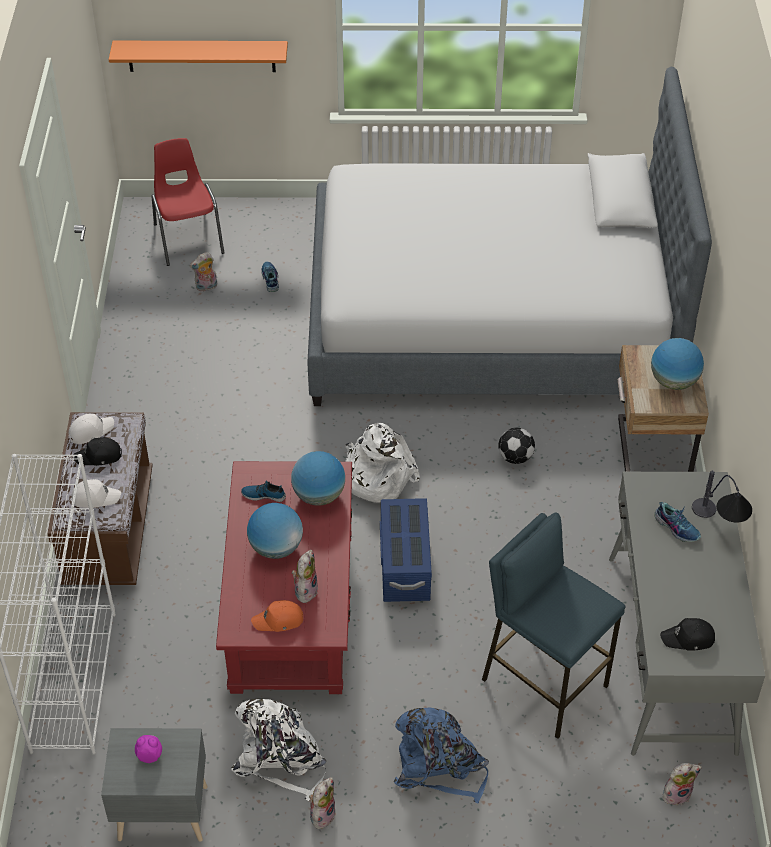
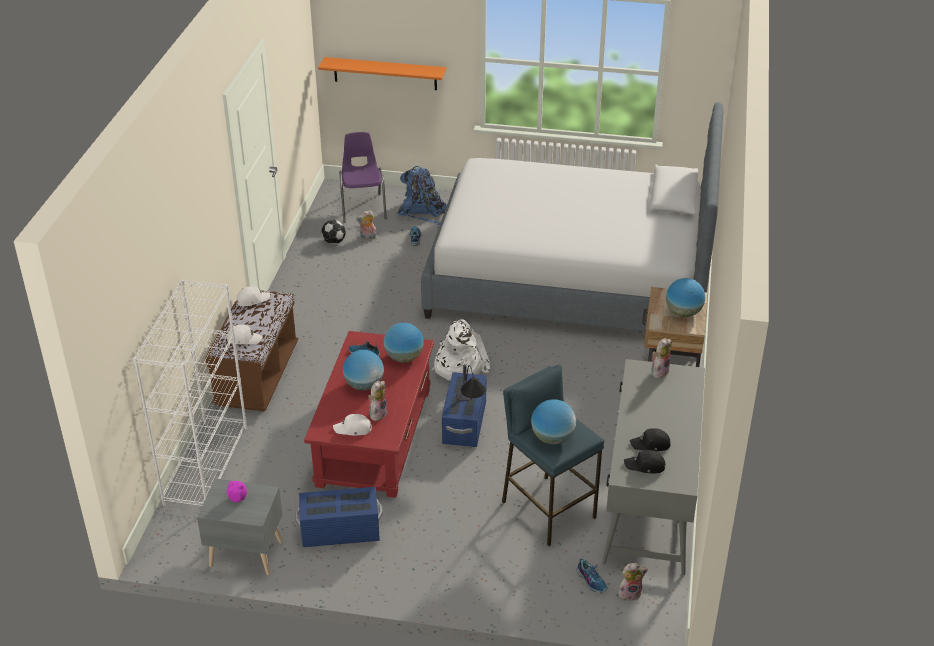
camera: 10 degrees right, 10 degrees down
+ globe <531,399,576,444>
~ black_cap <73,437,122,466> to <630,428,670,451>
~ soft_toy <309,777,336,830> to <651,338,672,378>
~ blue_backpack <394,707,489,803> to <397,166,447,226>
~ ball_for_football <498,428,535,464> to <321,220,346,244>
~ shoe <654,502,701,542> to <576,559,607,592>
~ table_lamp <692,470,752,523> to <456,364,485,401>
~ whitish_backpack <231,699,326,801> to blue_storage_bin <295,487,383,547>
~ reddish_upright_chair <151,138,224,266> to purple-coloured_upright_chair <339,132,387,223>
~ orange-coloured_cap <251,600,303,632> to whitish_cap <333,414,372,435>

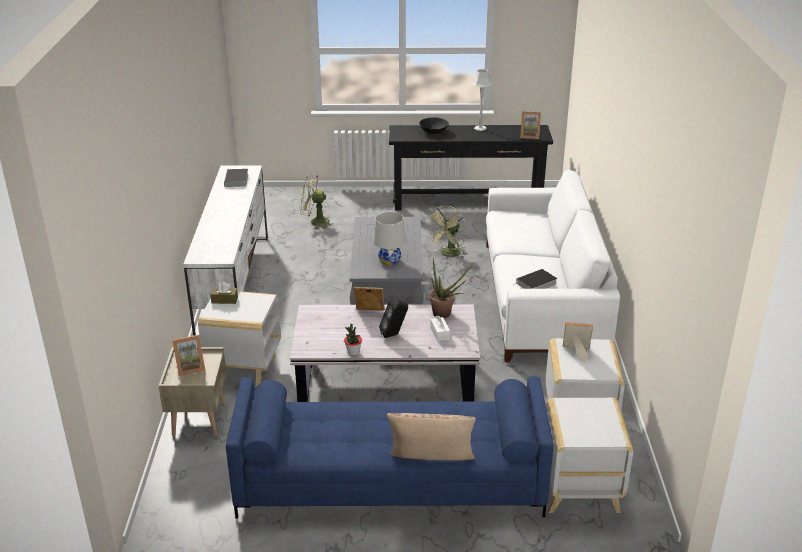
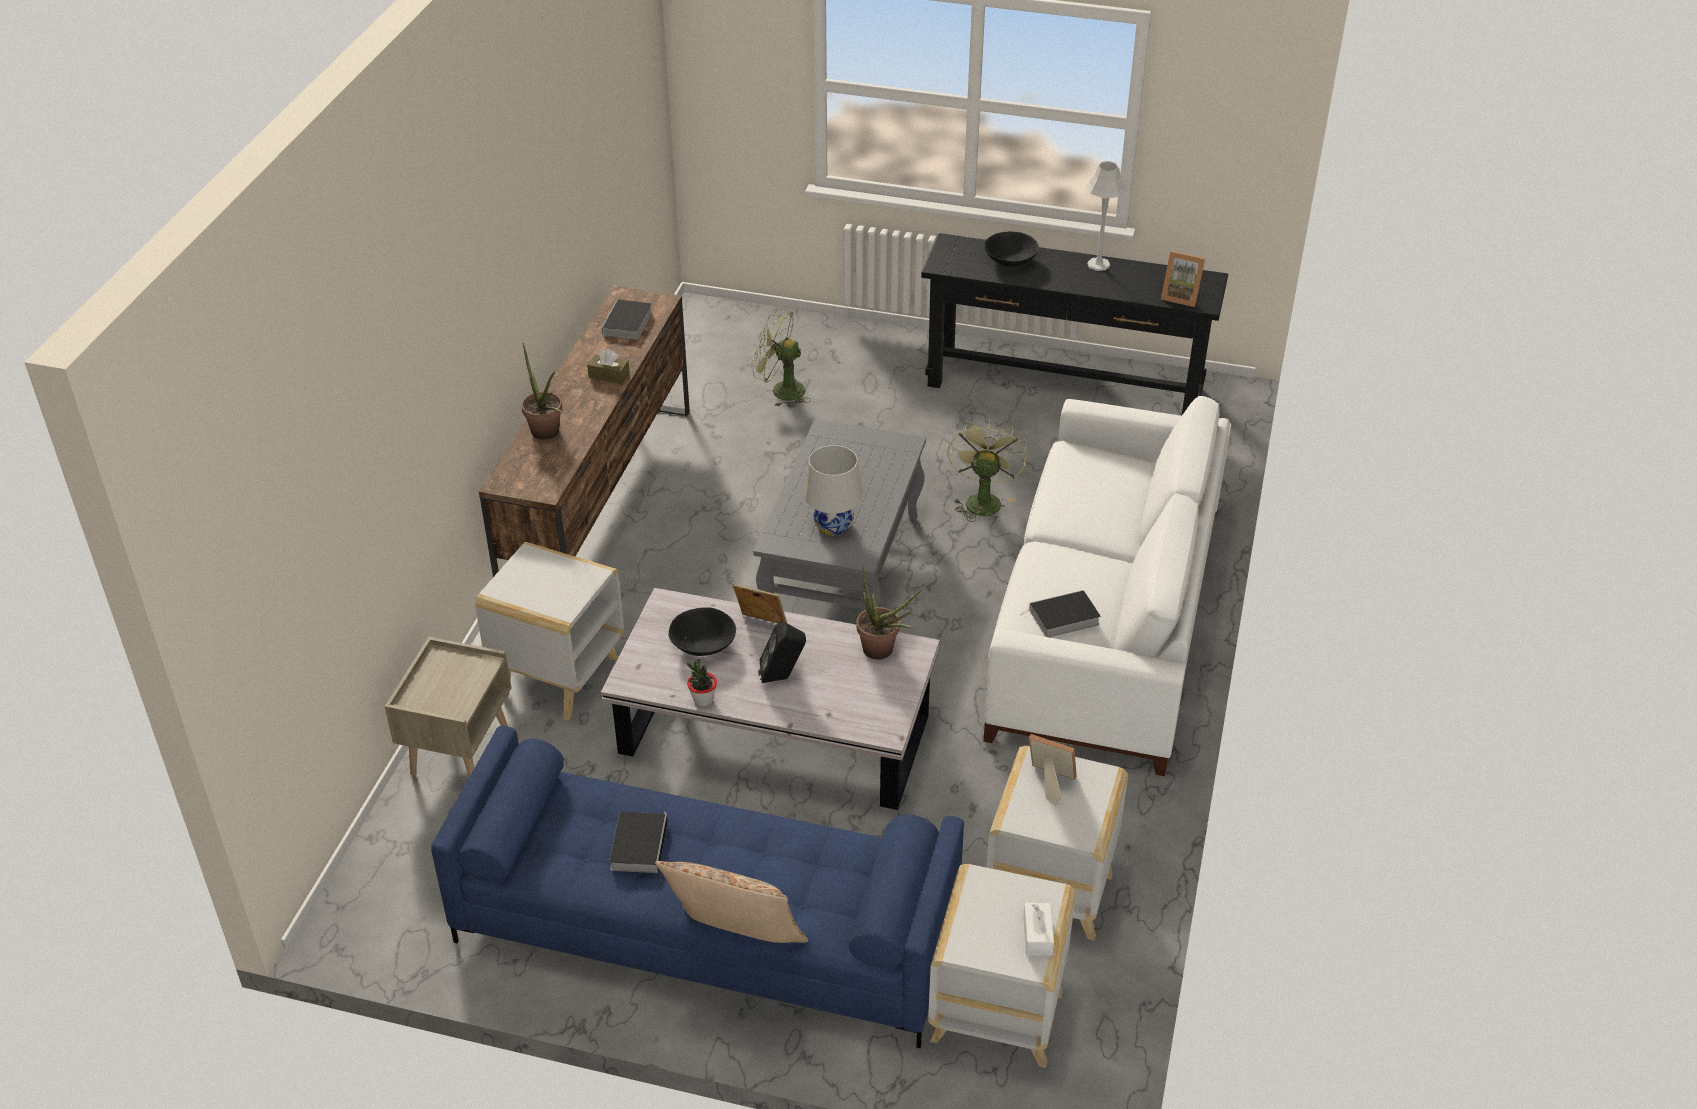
camera: 15 degrees right, 10 degrees up
- standing_frame <172,335,205,376>
+ plant_in_a_pot <521,342,562,440>
+ book <609,811,668,873>
+ black_bowl <668,607,736,656>
~ brown-coloured_tissue_box <210,282,238,304> to <587,349,630,384>
~ whitish_tissue_box <430,316,450,341> to <1023,903,1054,956>
~ whitish_tv_unit <183,165,268,336> to brown-coloured_tv_unit <479,286,690,577>
~ green-coloured_cooling_fan <426,206,467,258> = <947,419,1027,522> 135 degrees clockwise

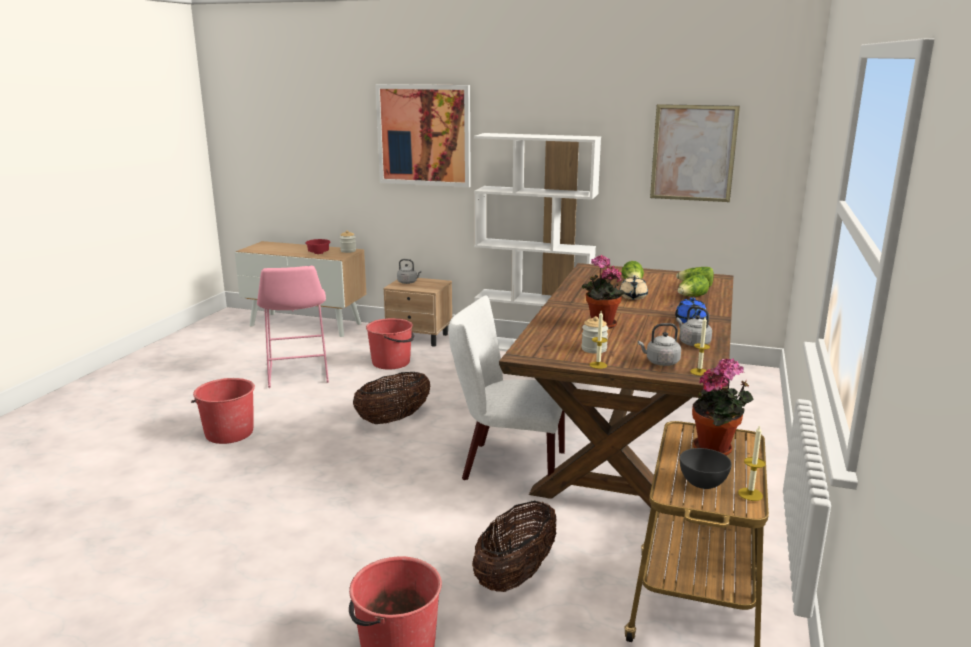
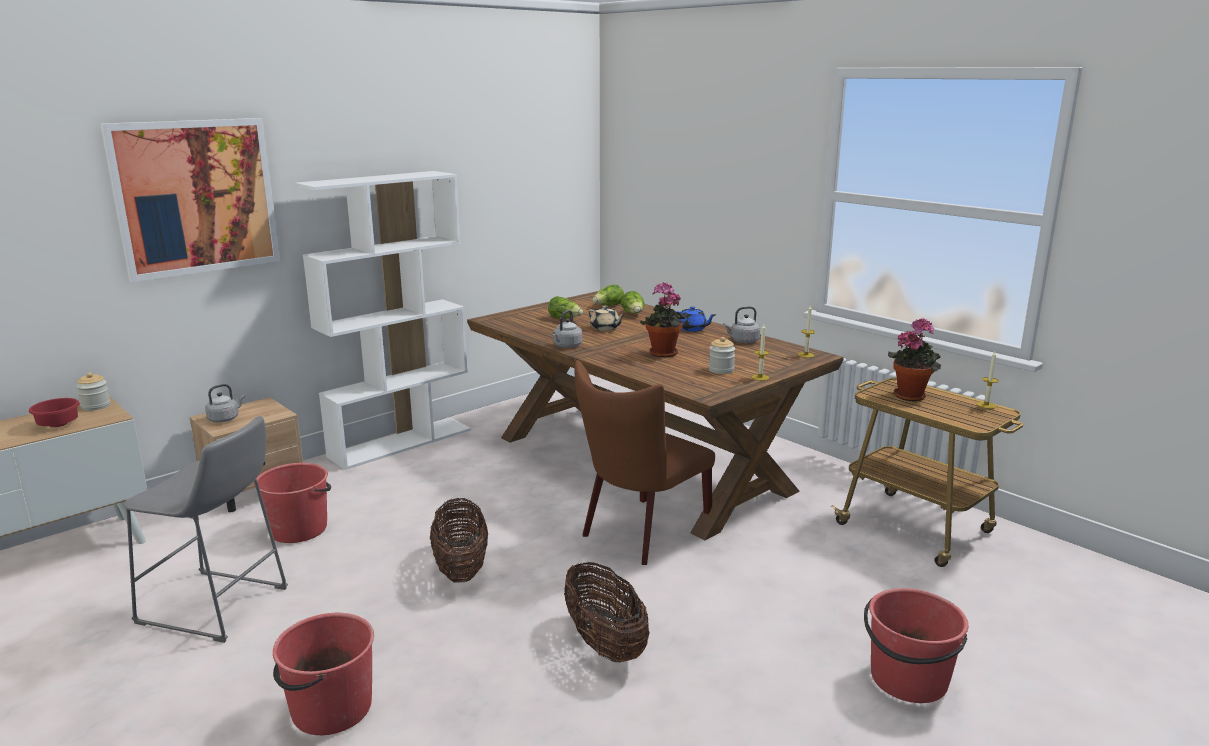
camera: 60 degrees left, 0 degrees up
- wall_picture <650,104,740,202>
- greyish_bowl <680,448,732,489>
~ storage_basket <472,501,556,592> to <564,561,650,662>
~ greyish_kettle <638,323,681,366> to <553,310,582,348>
~ pink-coloured_stool_seat <257,266,329,388> to greyish_stool_seat <123,416,288,643>
~ whitish_upright_chair <449,295,565,480> to brown-coloured_upright_chair <574,360,715,565>

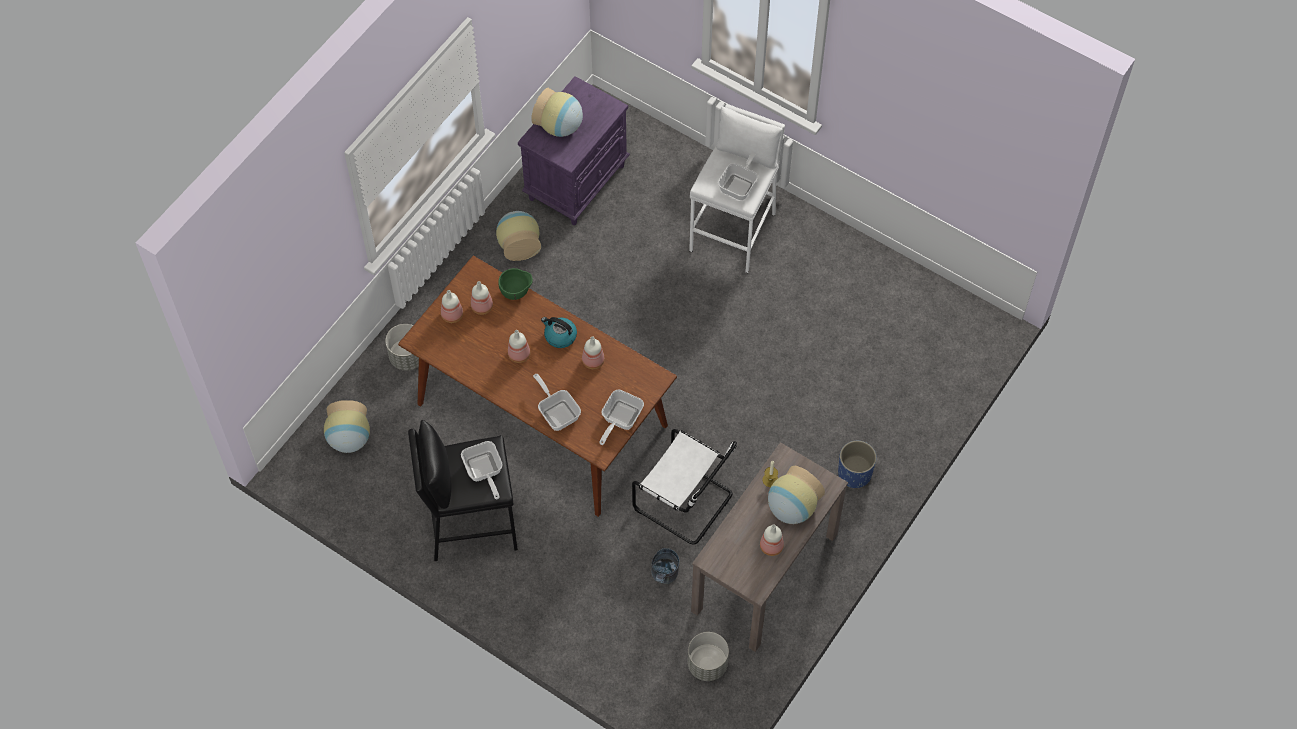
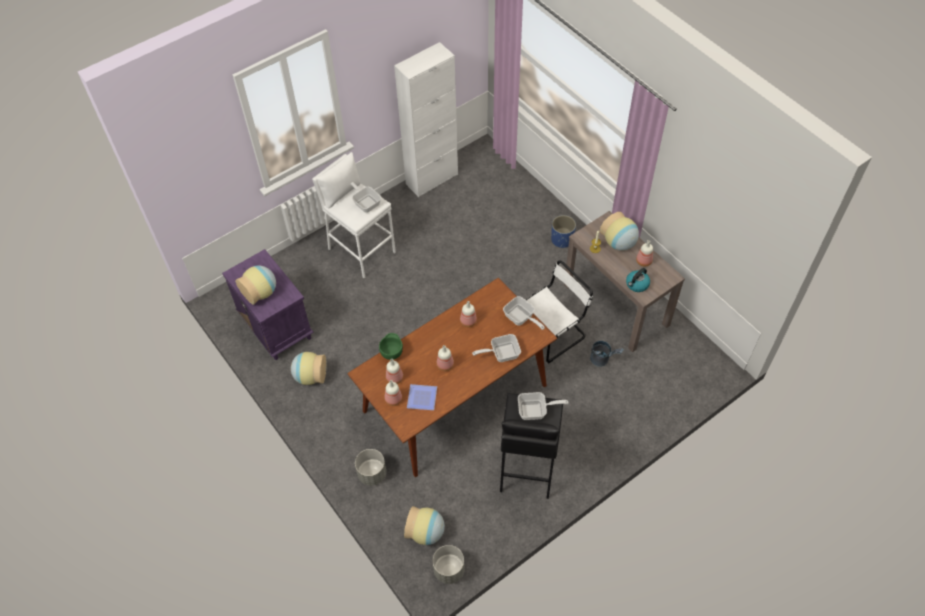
camera: 70 degrees left, 5 degrees down
+ whitish_cabinet <394,42,458,197>
+ plate <407,384,437,410>
~ kettle <541,317,577,348> to <626,268,650,292>
~ greyish_planter <688,632,729,681> to <433,545,465,584>

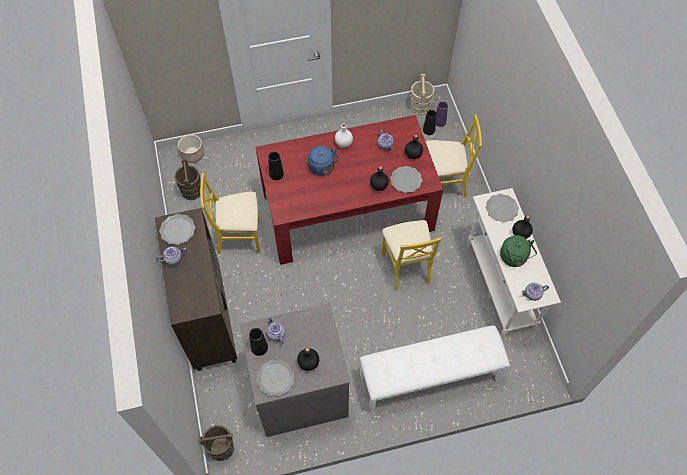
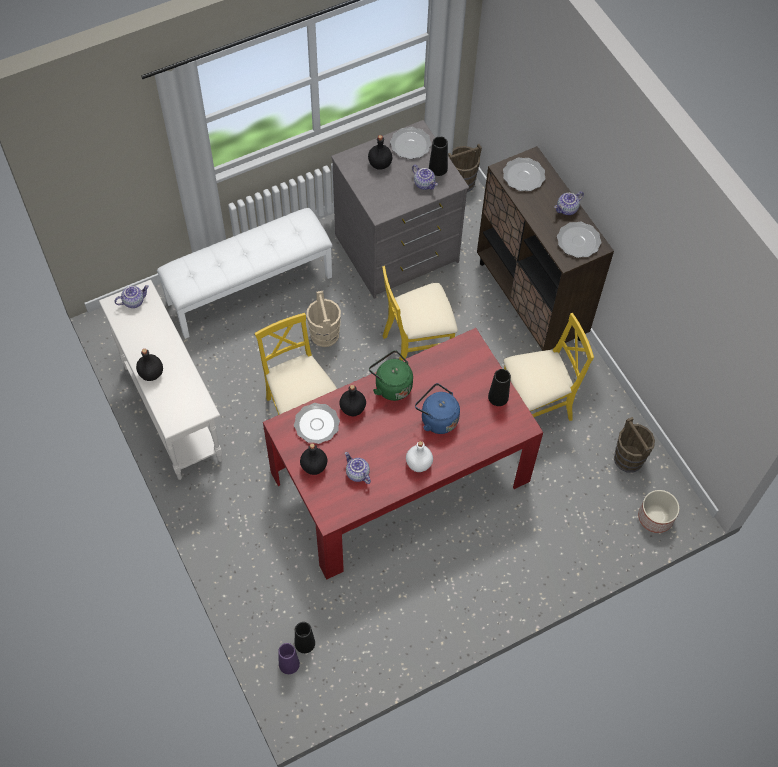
camera: 165 degrees right, 0 degrees up
~ sand-coloured_pail <411,74,435,115> to <307,291,341,347>
~ yellow-coloured_upright_chair <425,115,482,201> to <382,266,458,360>
~ plate <486,194,519,222> to <503,157,546,191>
~ green-coloured_kettle <500,235,537,267> to <369,350,413,401>

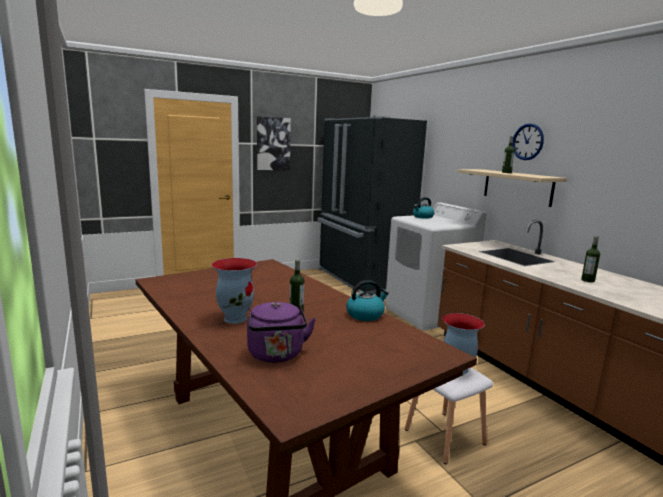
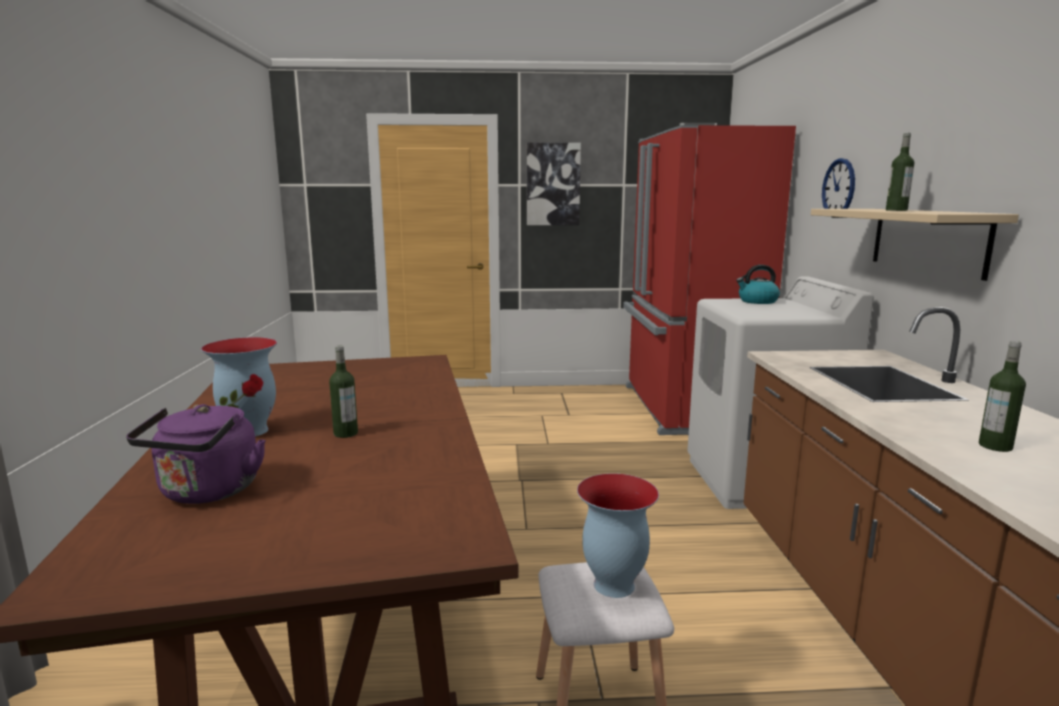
camera: 25 degrees right, 0 degrees up
- kettle <346,280,389,321>
~ clock_on_the_wall <512,123,544,160> to <822,158,855,209>
~ black_fridge <318,116,427,294> to reddish_fridge <623,123,796,435>

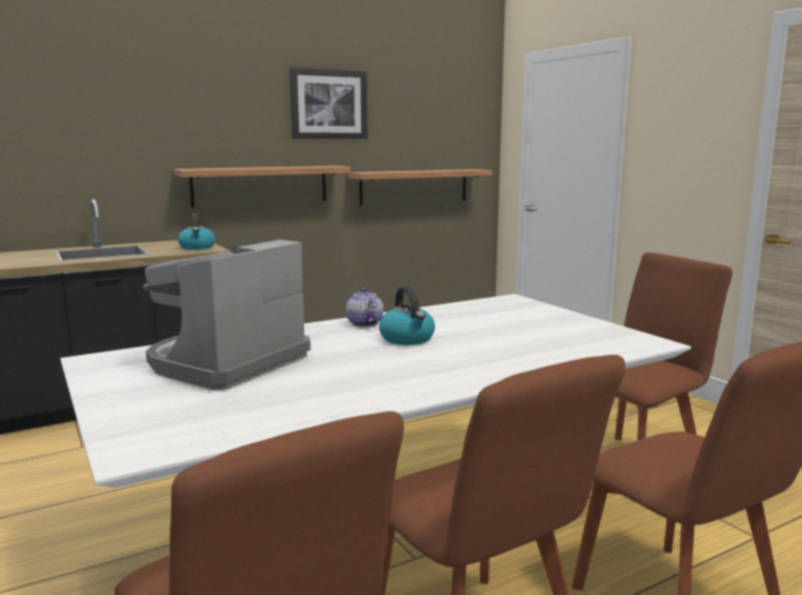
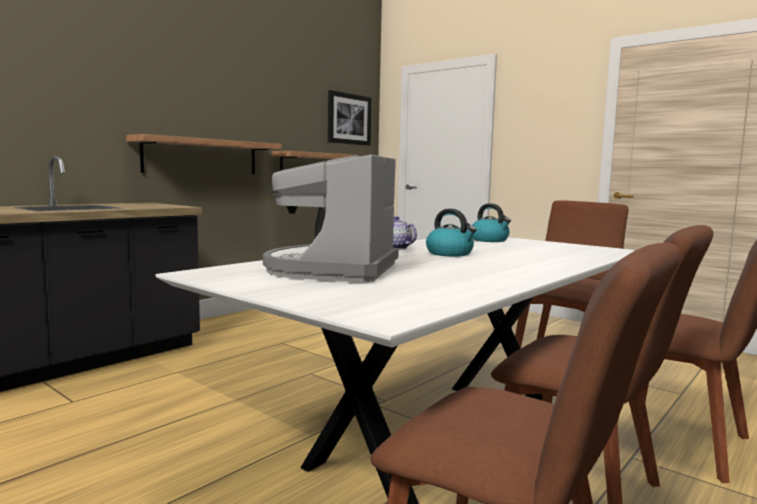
camera: 20 degrees left, 5 degrees down
~ kettle <178,213,216,250> to <472,203,511,242>
~ wall_picture <289,67,367,139> to <328,90,371,146>

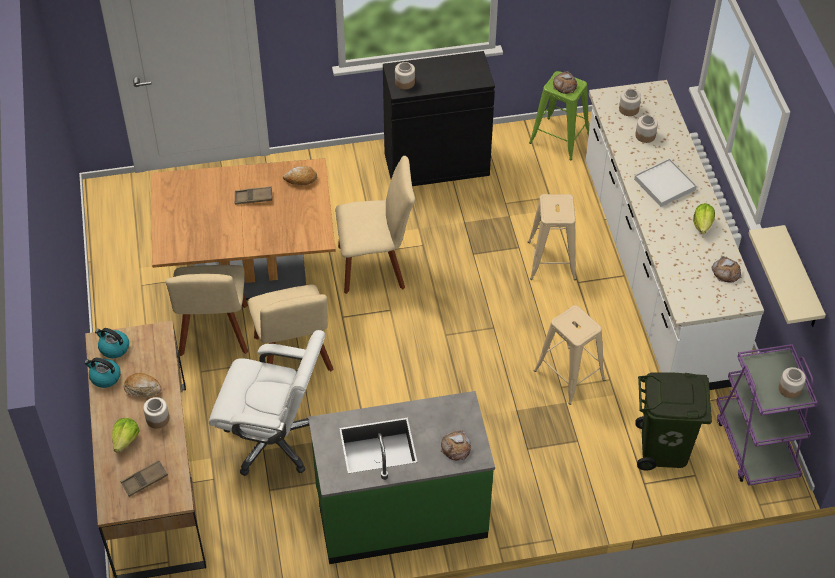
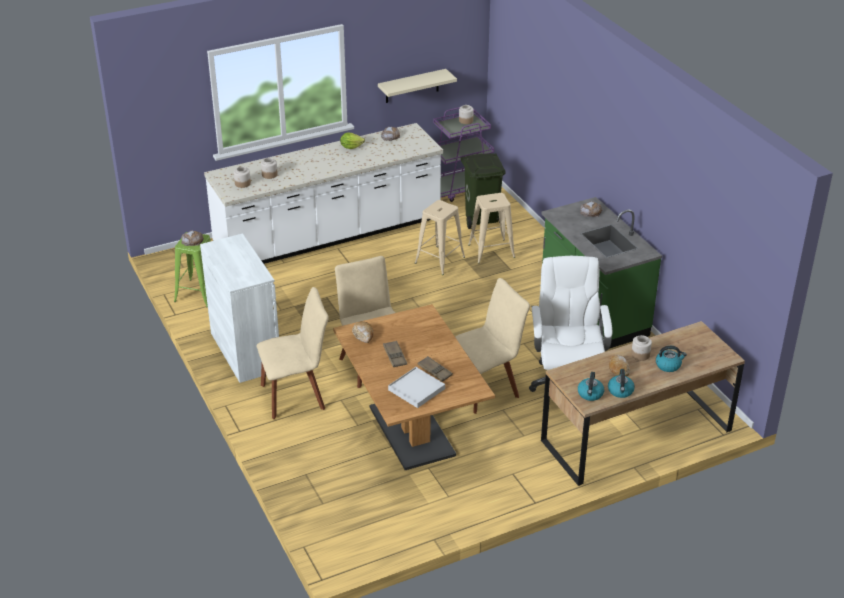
camera: 105 degrees left, 15 degrees down
- storage_jar <395,62,415,90>
~ brown-coloured_serving_tray <121,460,168,497> to <418,356,453,382>
~ sand-coloured_upright_chair <165,265,248,356> to <256,287,329,419>
~ sand-coloured_stool_seat <528,194,576,280> to <468,193,515,263>
~ whitish_serving_tray <634,158,697,207> to <388,367,445,408>
~ lettuce <112,418,140,453> to kettle <656,346,687,372>
~ black_cabinet <383,51,495,186> to whitish_cabinet <200,233,279,383>

